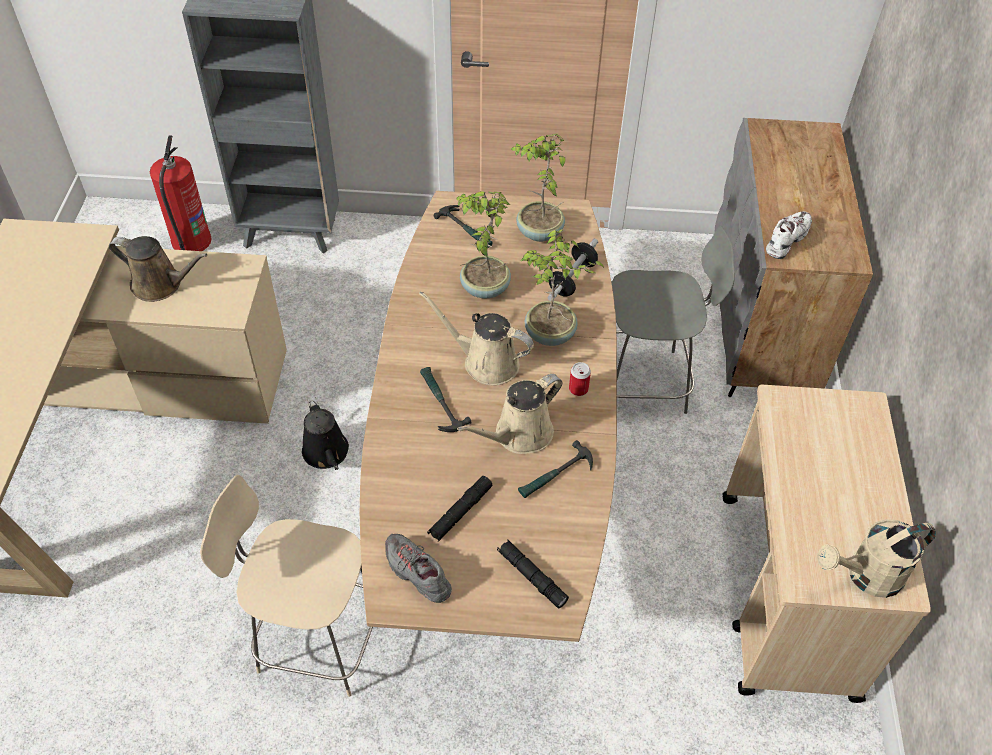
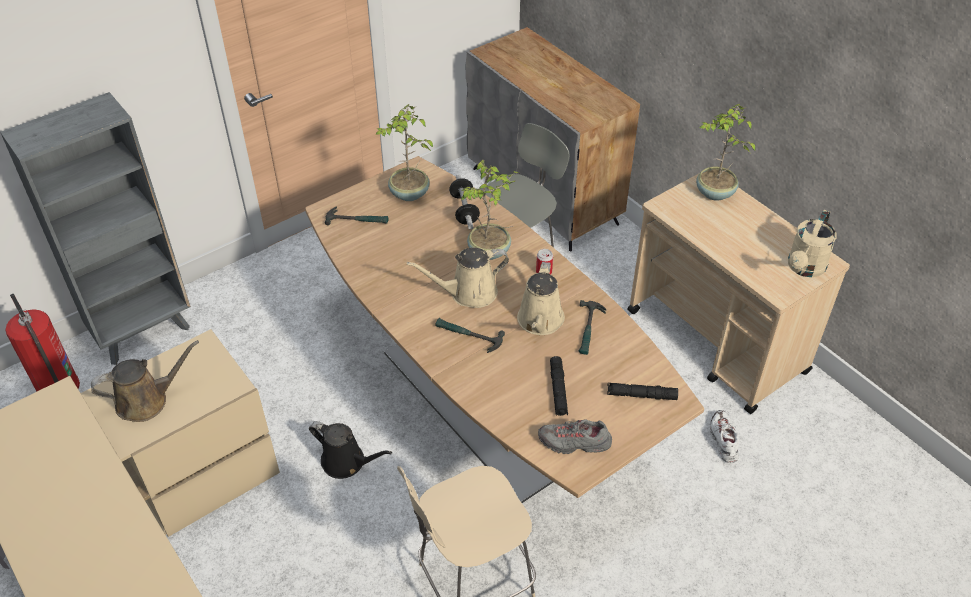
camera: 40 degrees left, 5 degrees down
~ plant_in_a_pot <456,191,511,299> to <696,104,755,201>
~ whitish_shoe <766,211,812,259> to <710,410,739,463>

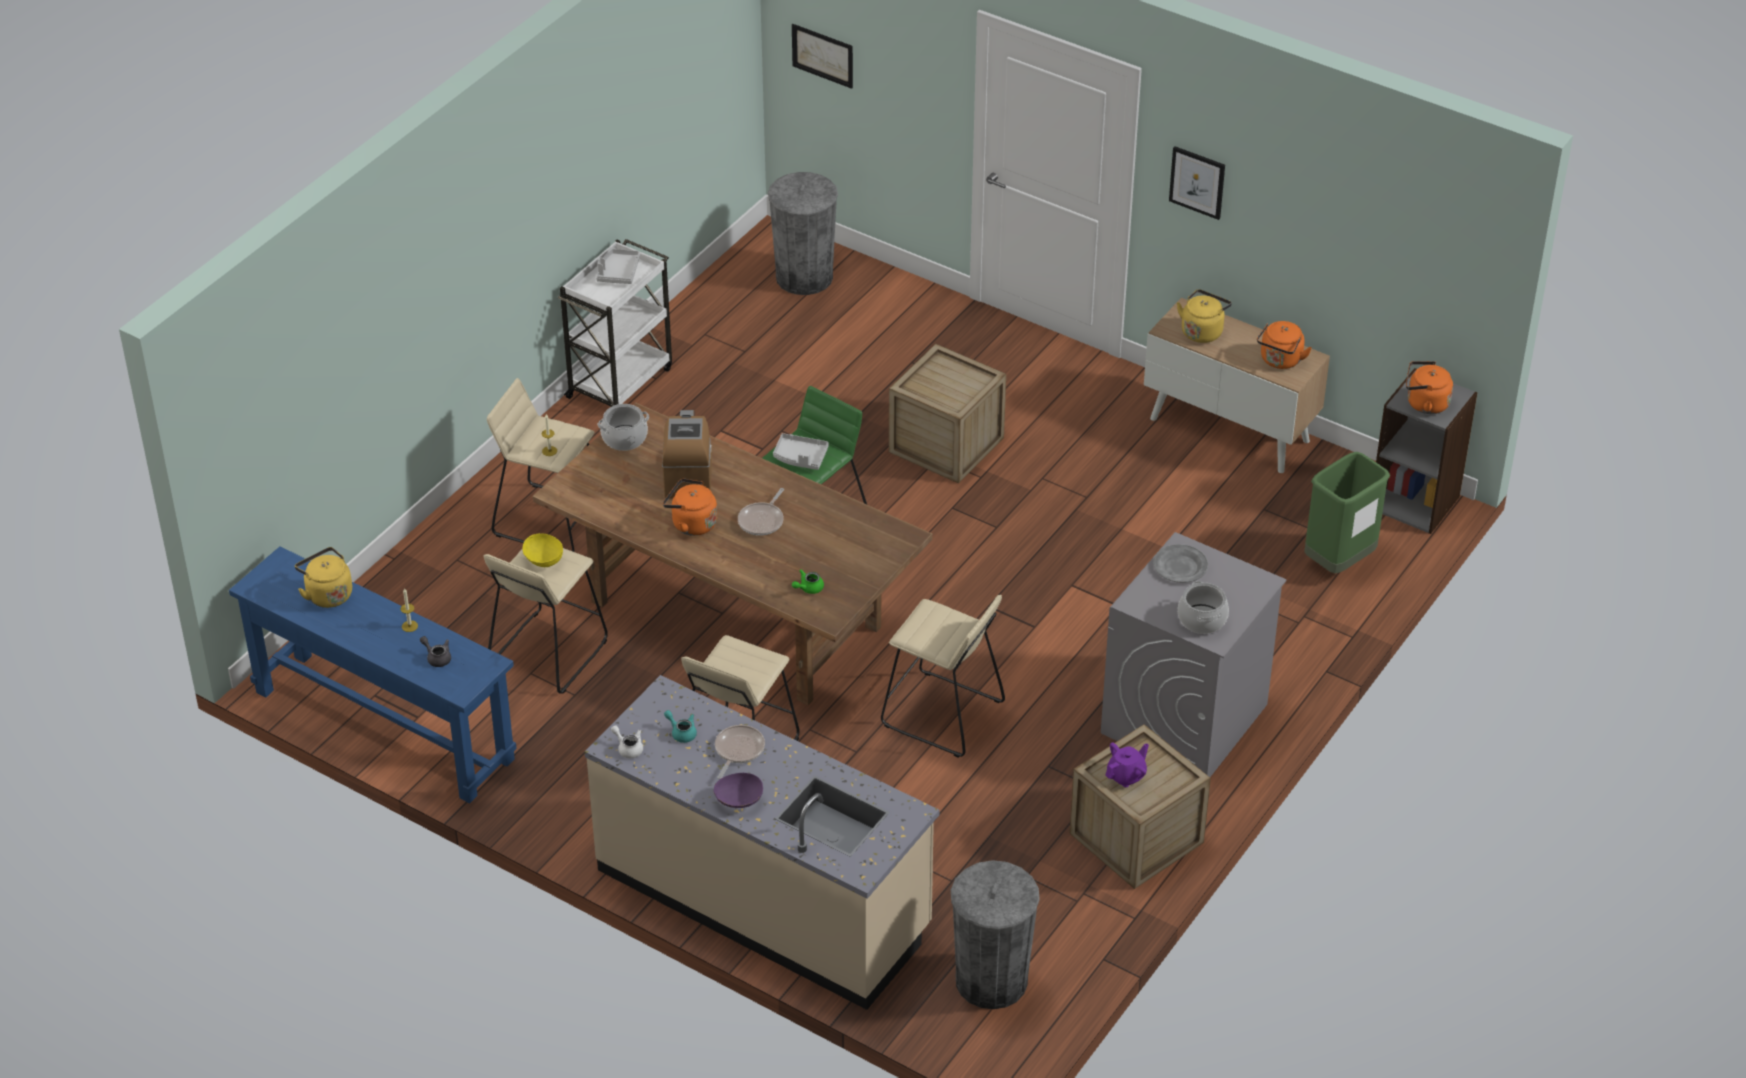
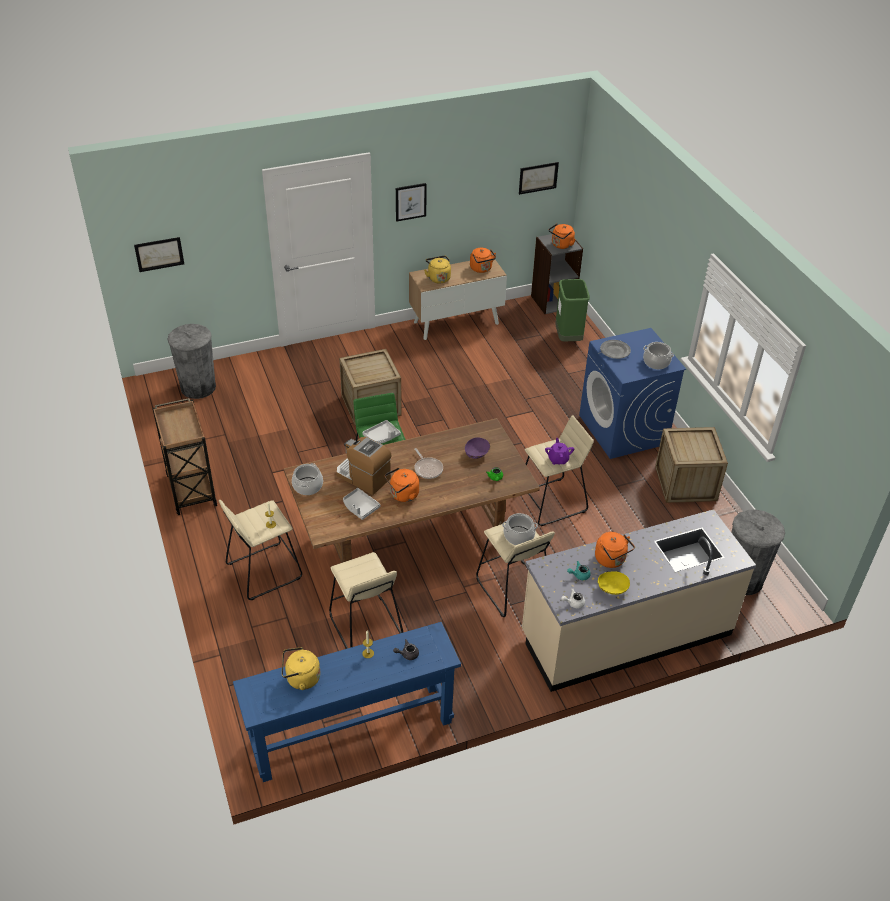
camera: 55 degrees left, 0 degrees up
+ cooking_pot <502,513,538,545>
+ wall_picture <519,162,559,195>
~ yellow-coloured_bowl <522,533,563,567> to <597,571,630,595>
~ greyish_serving_tray <596,249,640,284> to <343,488,381,520>
~ purple-coloured_bowl <713,773,763,808> to <465,437,490,459>
~ purple-coloured_teapot <1105,742,1149,787> to <545,438,574,465>
~ pan <715,725,765,779> to orange-coloured_kettle <595,532,635,568>
~ whitish_wheeled_cart <558,239,672,407> to brown-coloured_wheeled_cart <153,398,217,515>
~ greyish_laundry_appliance <1101,532,1287,777> to blue_laundry_appliance <579,328,686,459>

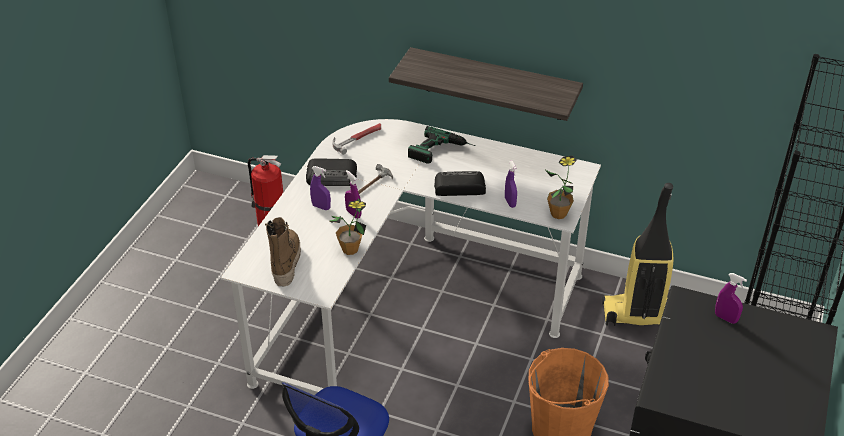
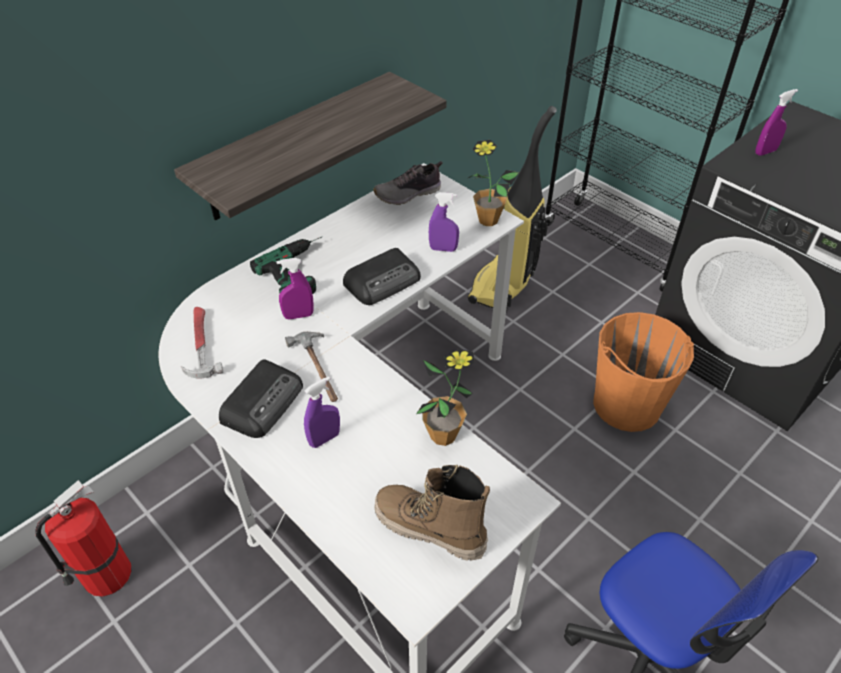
camera: 65 degrees left, 5 degrees up
+ shoe <373,161,443,205>
~ purple-coloured_hand_sprayer <345,170,361,219> to <276,258,314,320>
~ radio <434,171,486,196> = <343,248,421,305> 150 degrees counterclockwise

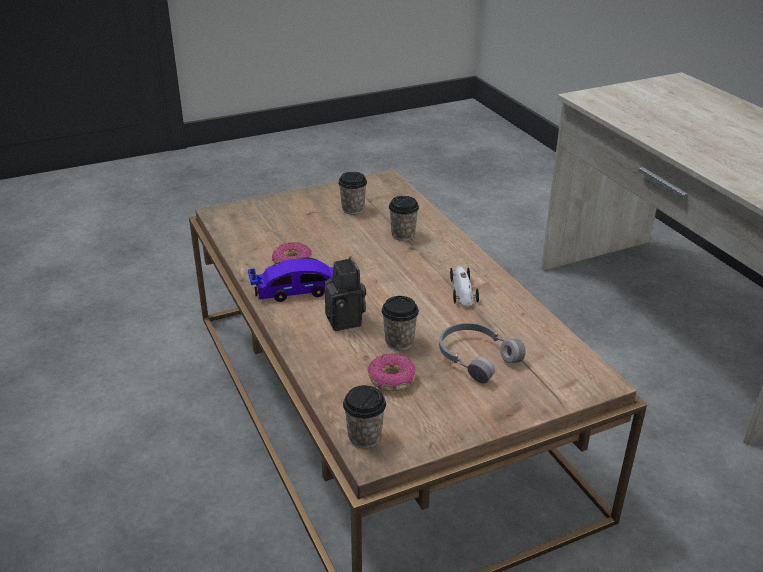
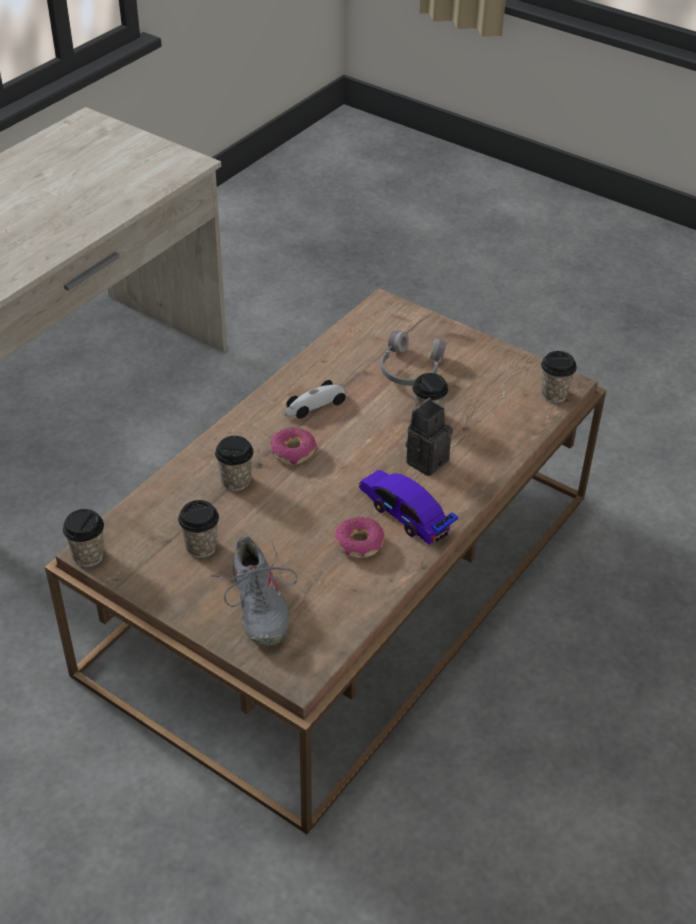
camera: 120 degrees left, 10 degrees up
+ cup <63,509,104,567>
+ greyish_shoe <212,536,298,646>
~ donut <368,354,416,391> to <270,427,317,465>

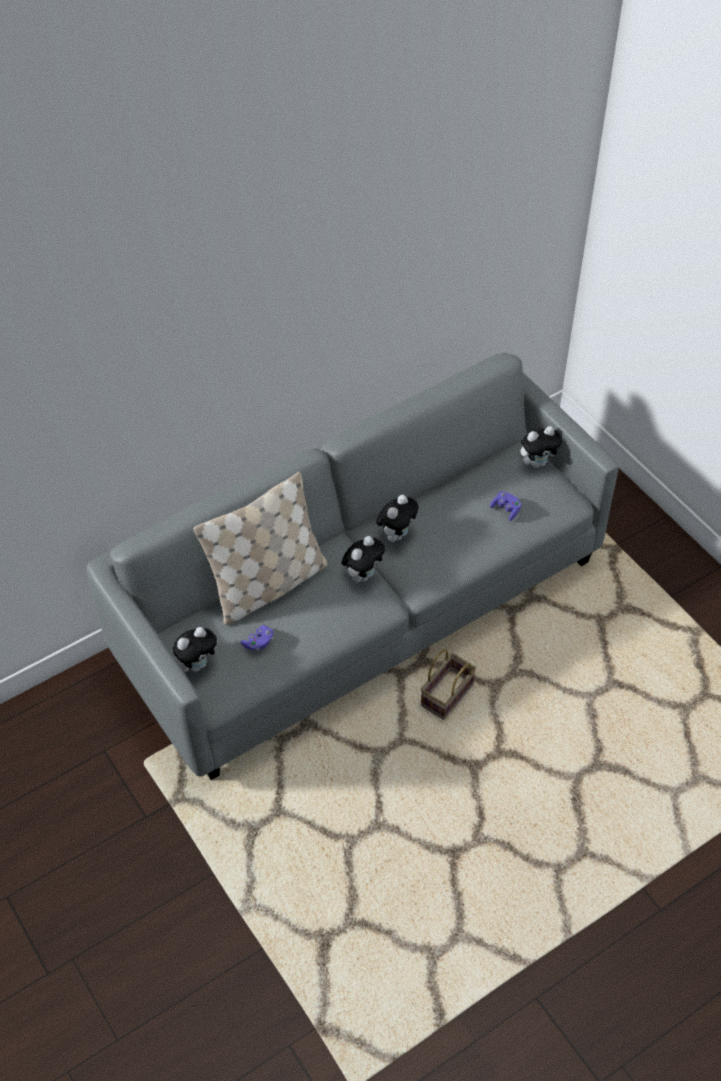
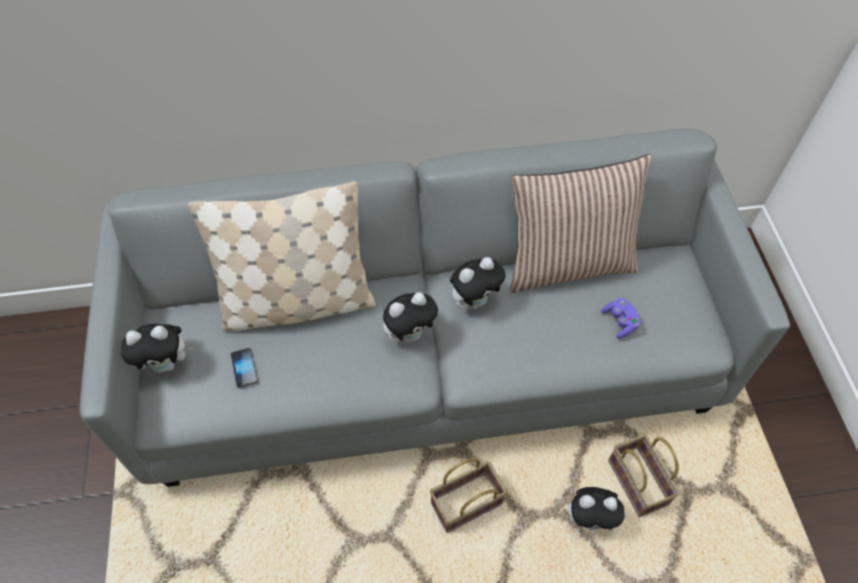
camera: 25 degrees right, 5 degrees up
+ pillow <510,154,652,293>
+ storage_basket <608,434,680,517>
~ soft_toy <520,426,562,468> to <568,487,626,530>
~ purple-coloured_gamepad <241,625,273,651> to phone <231,348,258,388>

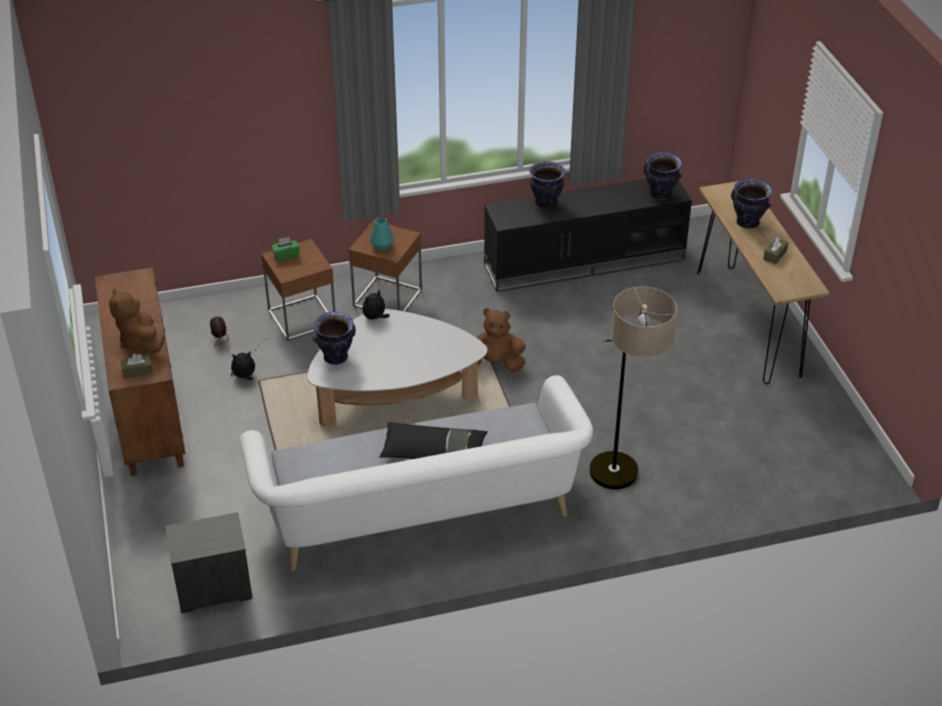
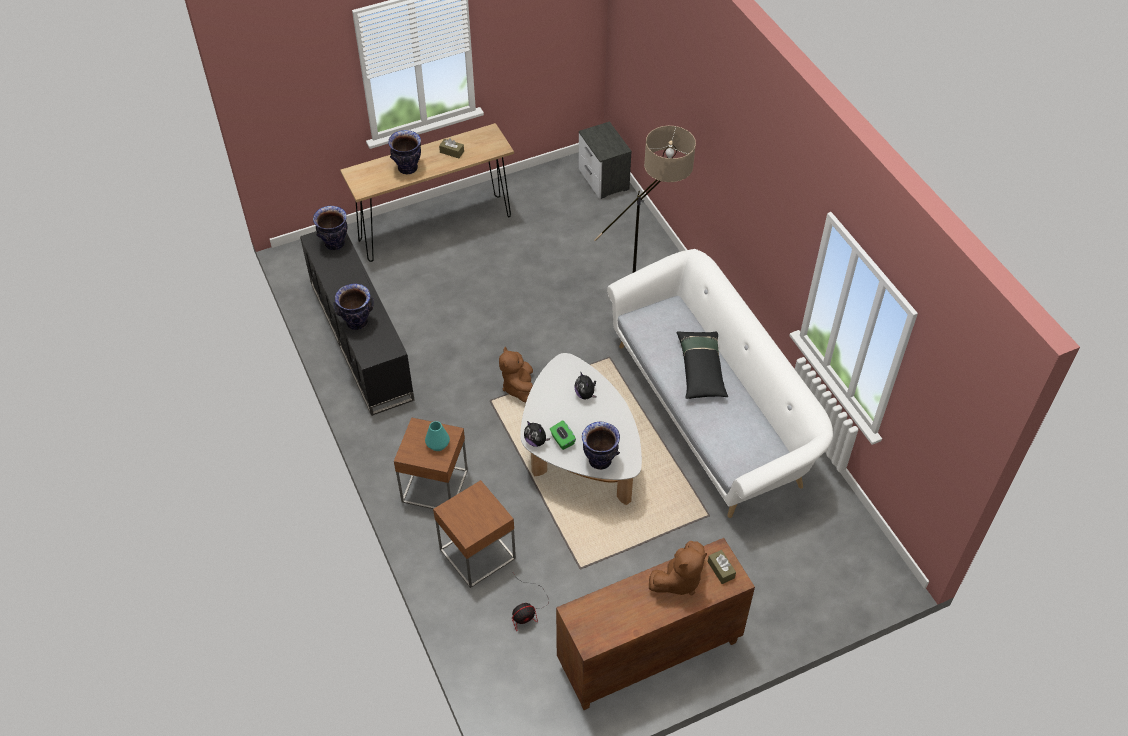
camera: 100 degrees left, 10 degrees up
~ bedside_table <165,512,252,613> to <578,121,632,199>
~ soft_toy <230,351,255,380> to <574,371,596,400>
~ green-coloured_tissue_box <271,237,300,261> to <550,420,576,450>

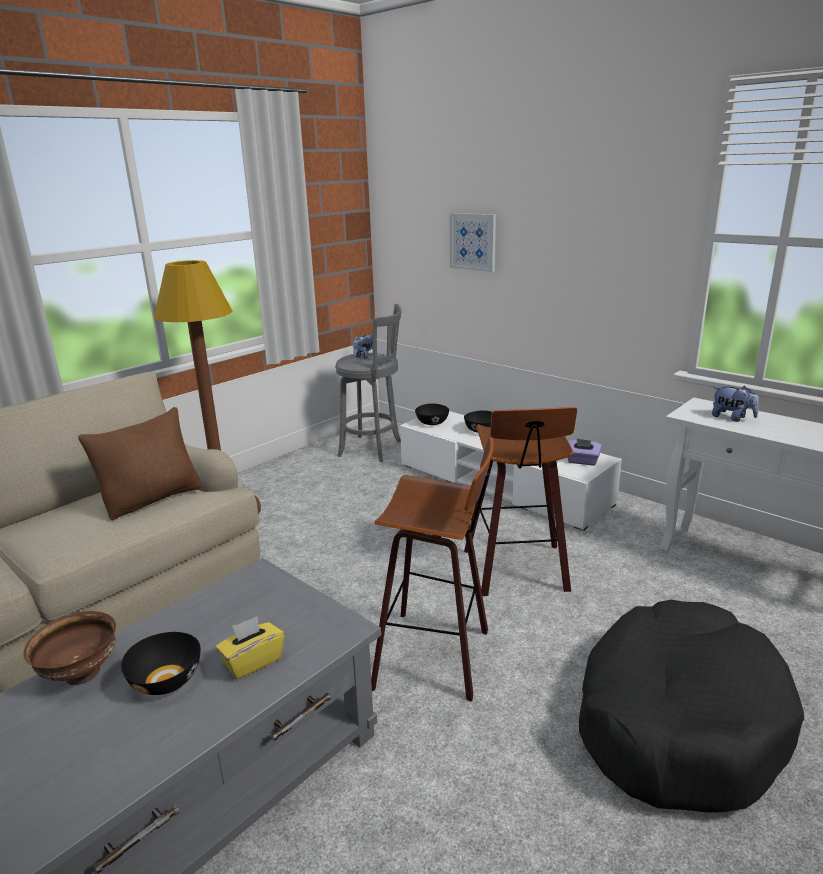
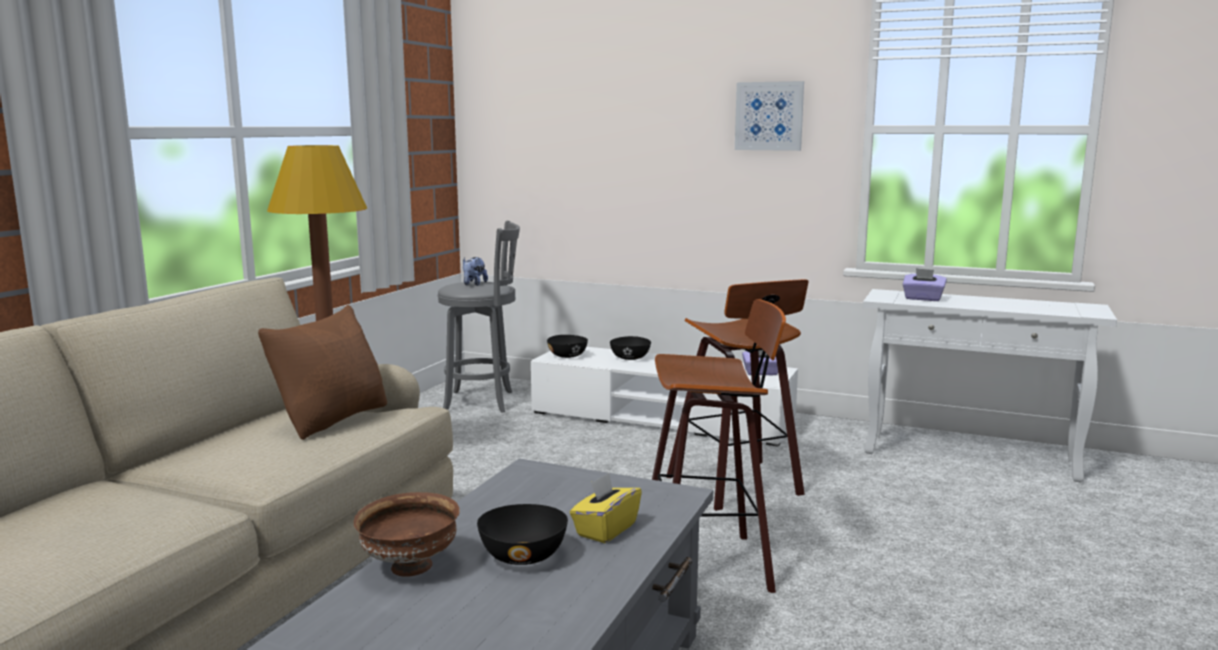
camera: 20 degrees left, 10 degrees down
- black_dog_bed <579,600,804,813>
~ wall_picture <450,213,496,272> to <735,81,804,151>
~ soft_toy <712,386,758,422> to purple-coloured_tissue_box <903,268,947,301>

